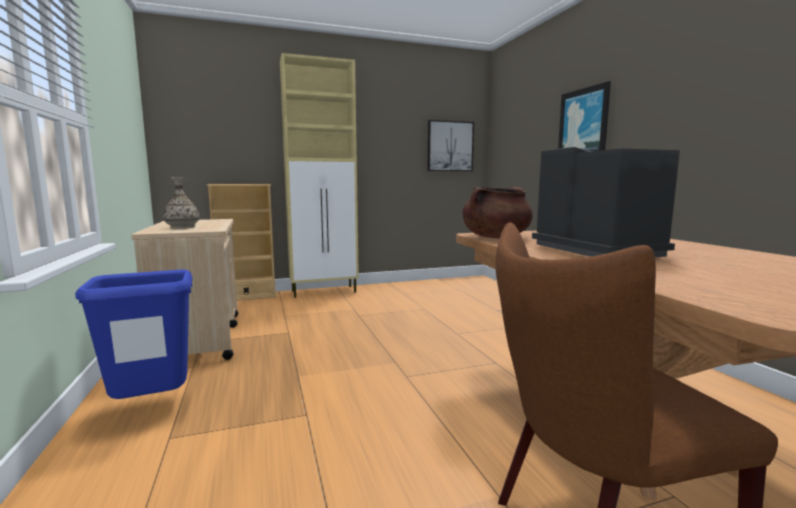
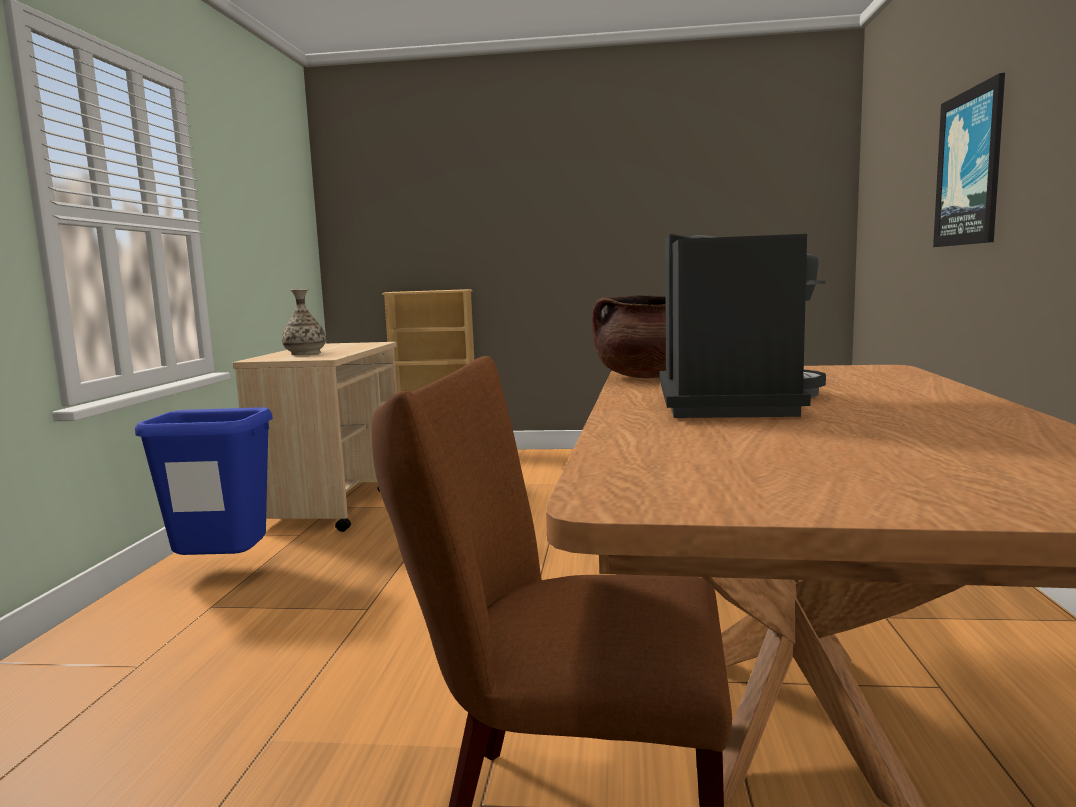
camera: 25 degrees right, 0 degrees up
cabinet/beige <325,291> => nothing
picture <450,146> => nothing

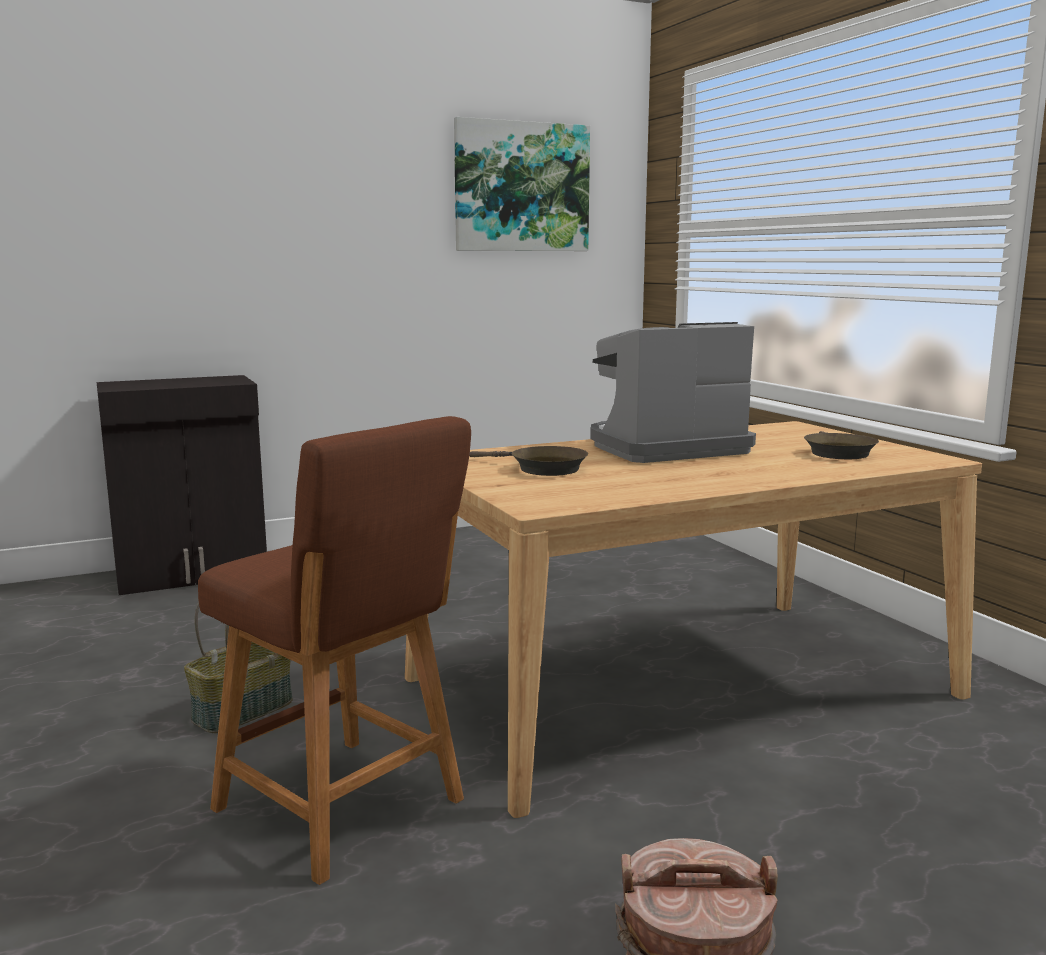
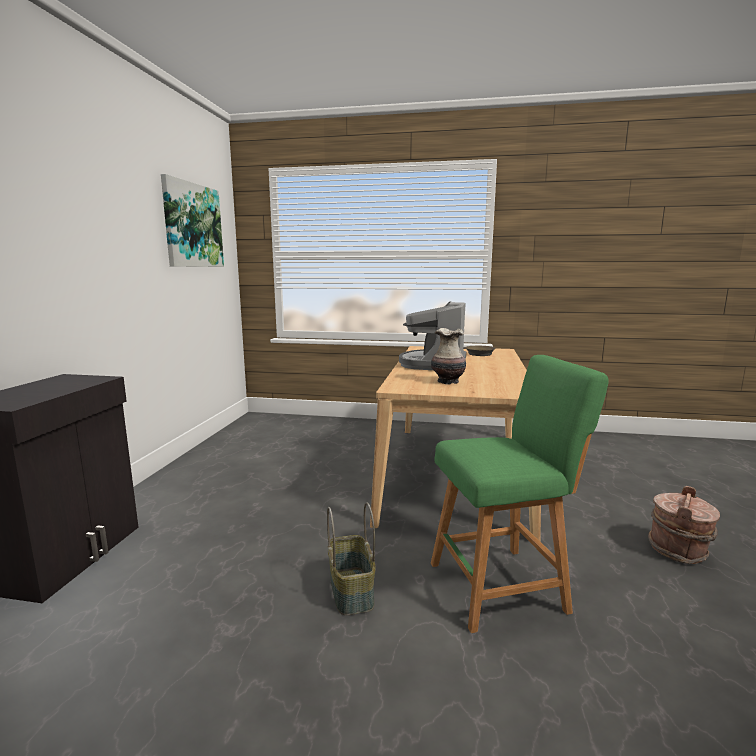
camera: 55 degrees left, 0 degrees up
stool/brown <346,809> => stool/green <502,585>
frying pan/brown <542,468> => vase <448,382>

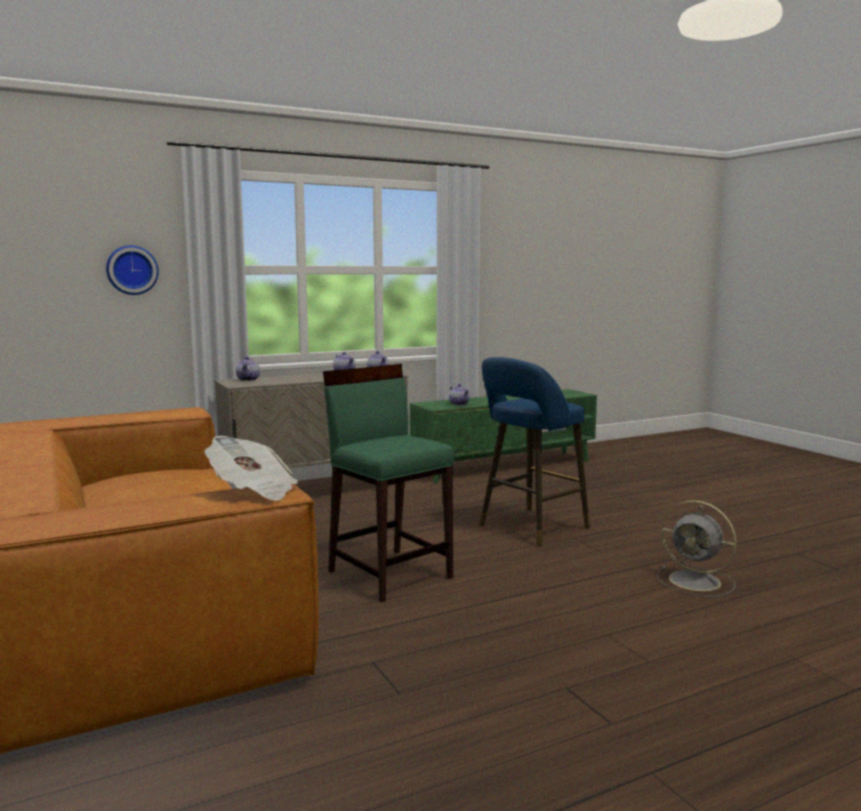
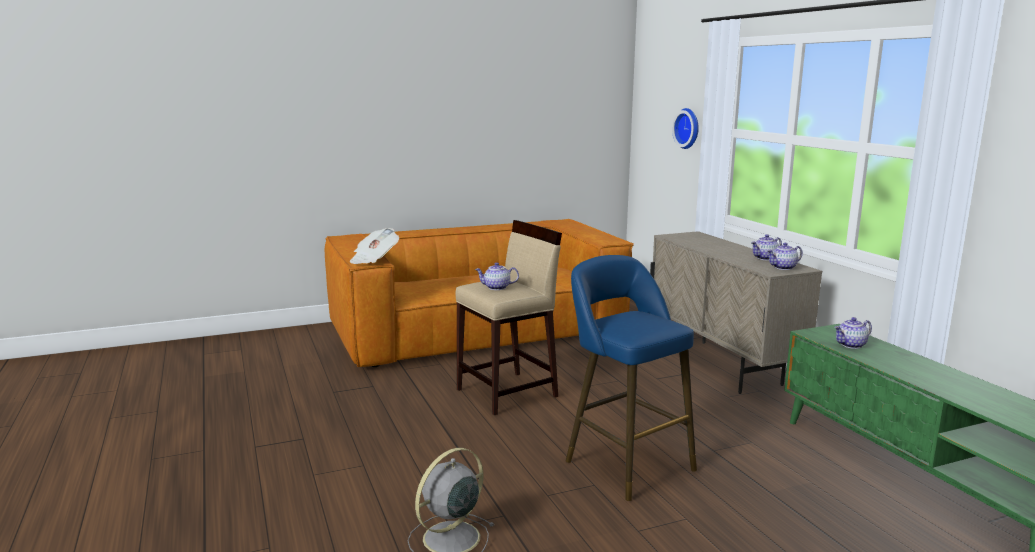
camera: 95 degrees right, 5 degrees up
teapot <248,380> => teapot <496,288>, move
stool/green <390,574> => stool/beige <508,393>

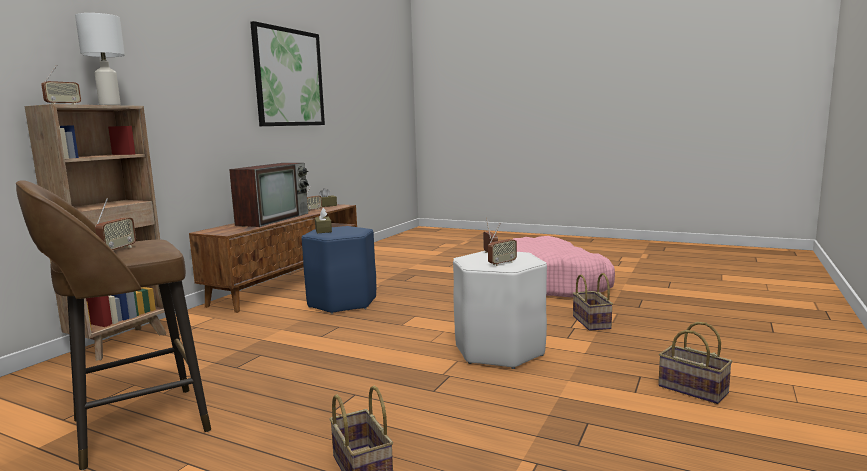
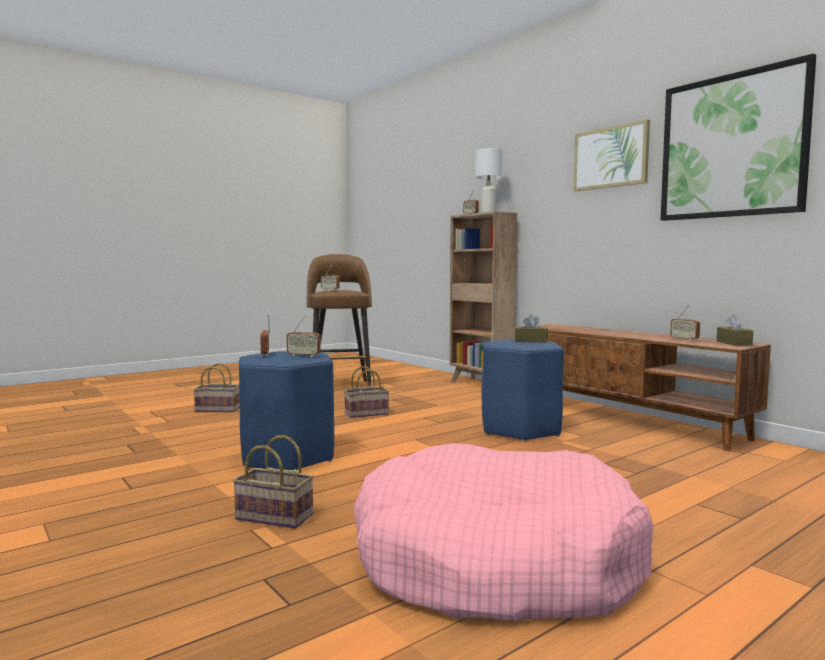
camera: 115 degrees right, 5 degrees down
television <274,219> => nothing
stool/white <499,351> => stool/blue <287,457>
basket <690,389> => basket <367,413>, move
nothing => picture <611,157>

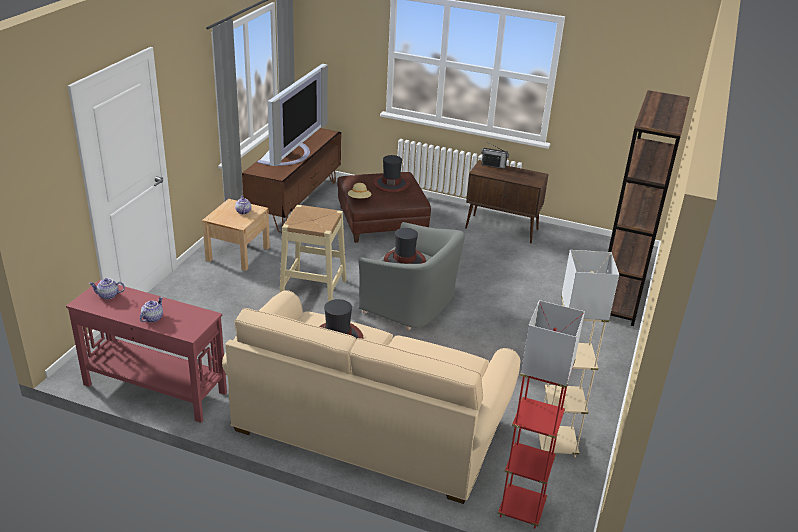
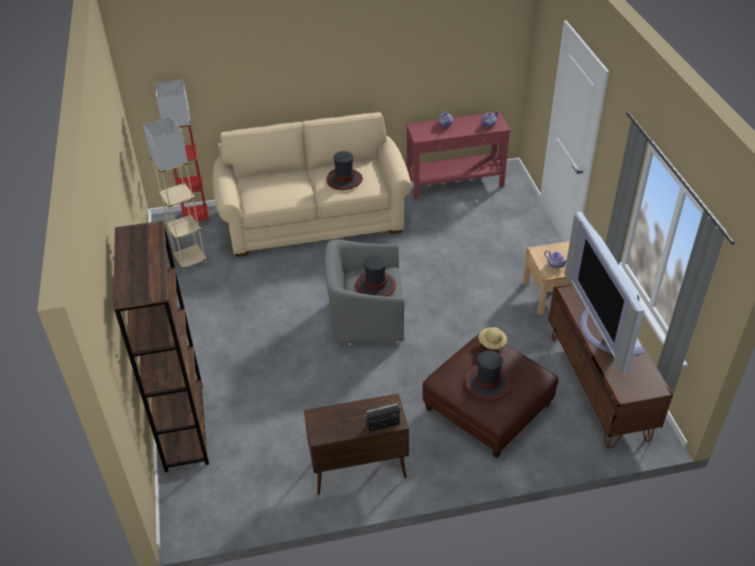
camera: 150 degrees right, 10 degrees up
stool/beige <313,290> => nothing

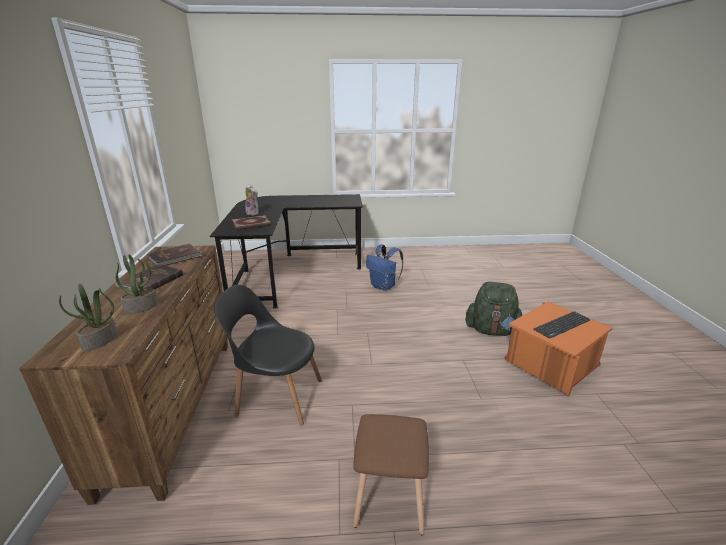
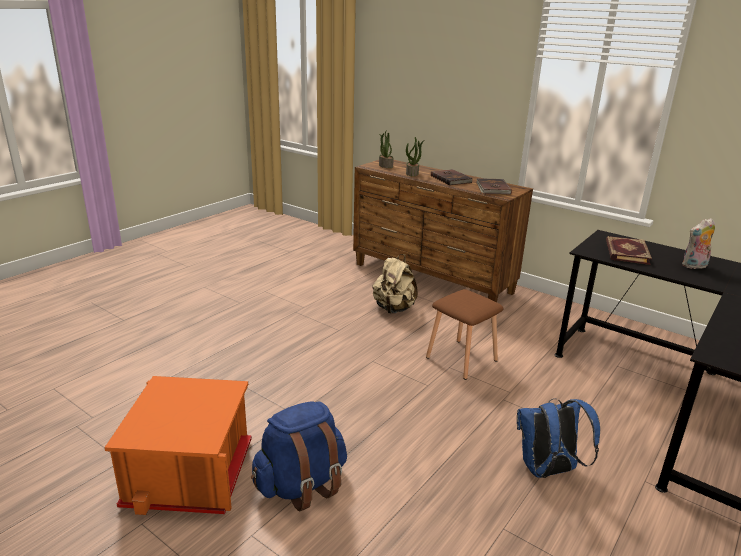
camera: 130 degrees right, 0 degrees up
chair/black <276,396> => backpack/beige <394,309>
stool/brown <388,499> => stool/brown <461,358>, move
backpack/green <492,330> => backpack/blue <301,484>
keyboard <562,325> => nothing

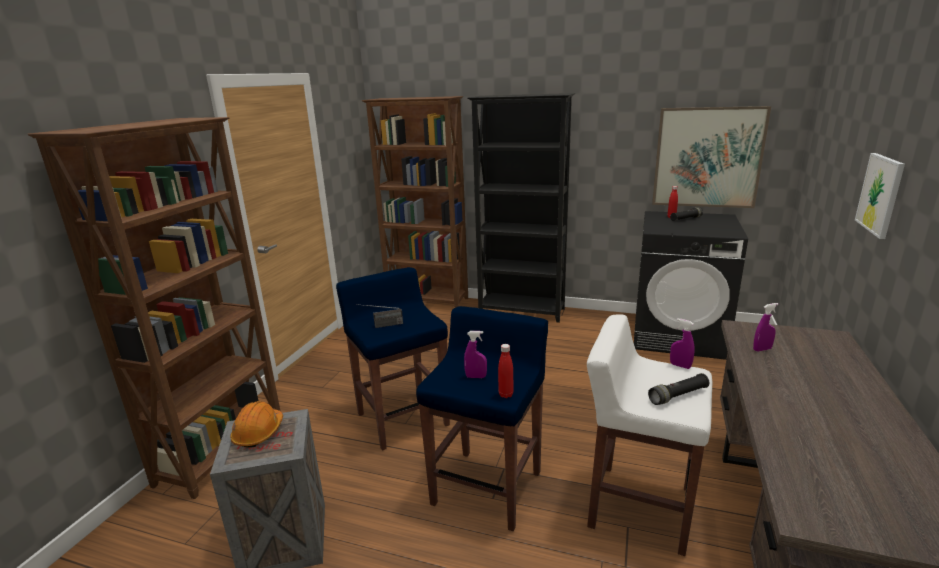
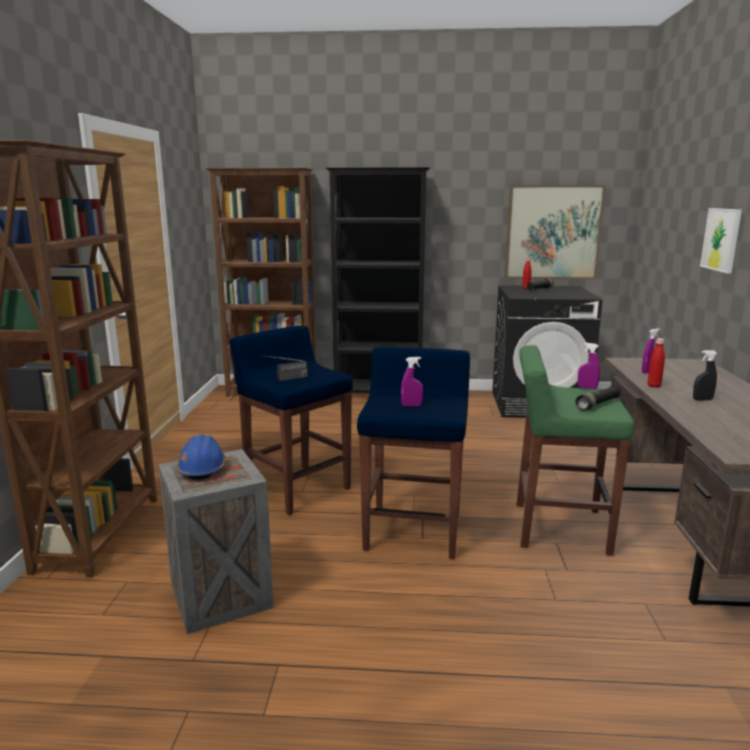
camera: 15 degrees left, 5 degrees down
hard hat/orange <258,433> => hard hat/blue <202,469>
bottle/red <506,394> => bottle/red <654,386>, move
stool/white <638,506> => stool/green <558,528>
nothing => spray bottle/black <702,399>

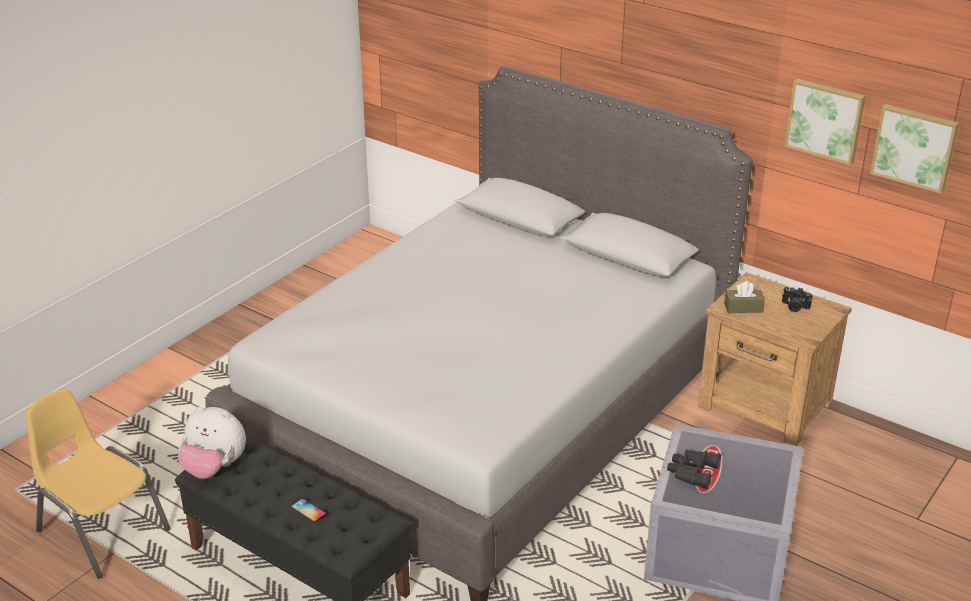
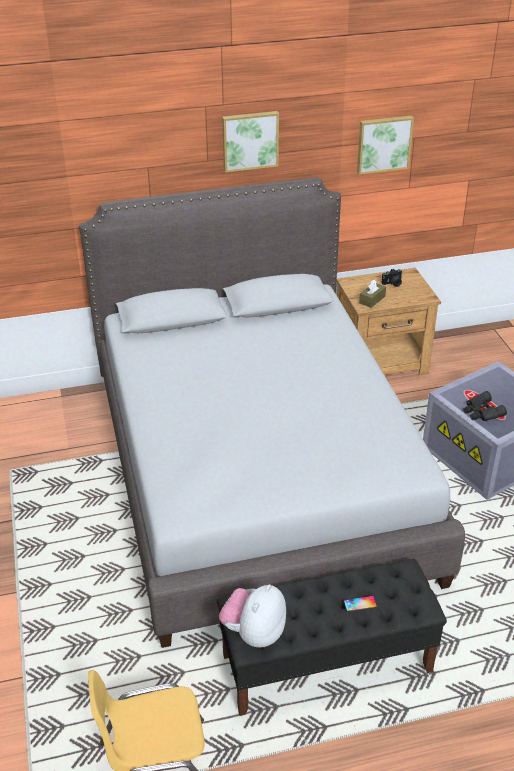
camera: 50 degrees left, 5 degrees up
plush toy <214,468> => plush toy <254,633>, 150 degrees clockwise
picture <914,147> => picture <250,140>, move

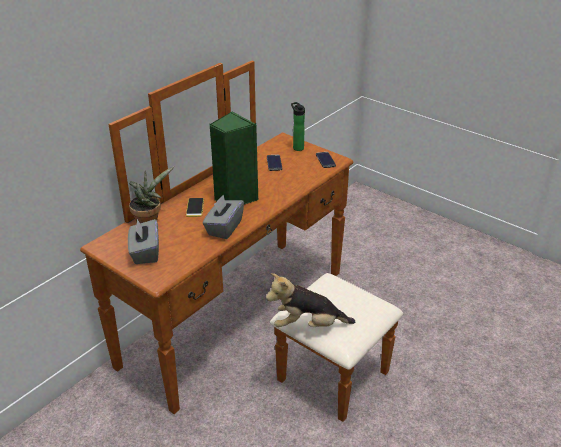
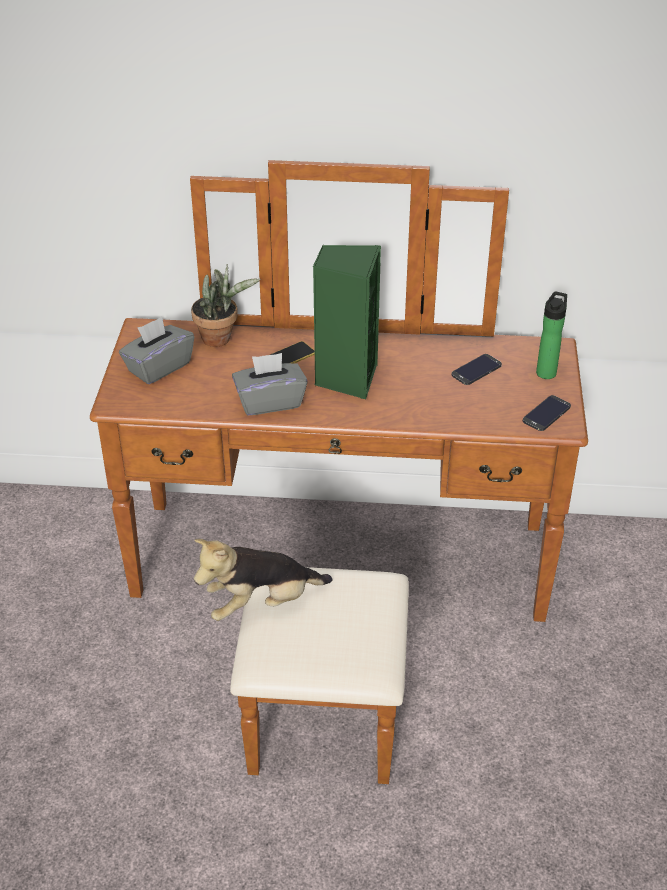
camera: 55 degrees right, 5 degrees up
plush toy <308,325> => plush toy <261,604>, 75 degrees counterclockwise

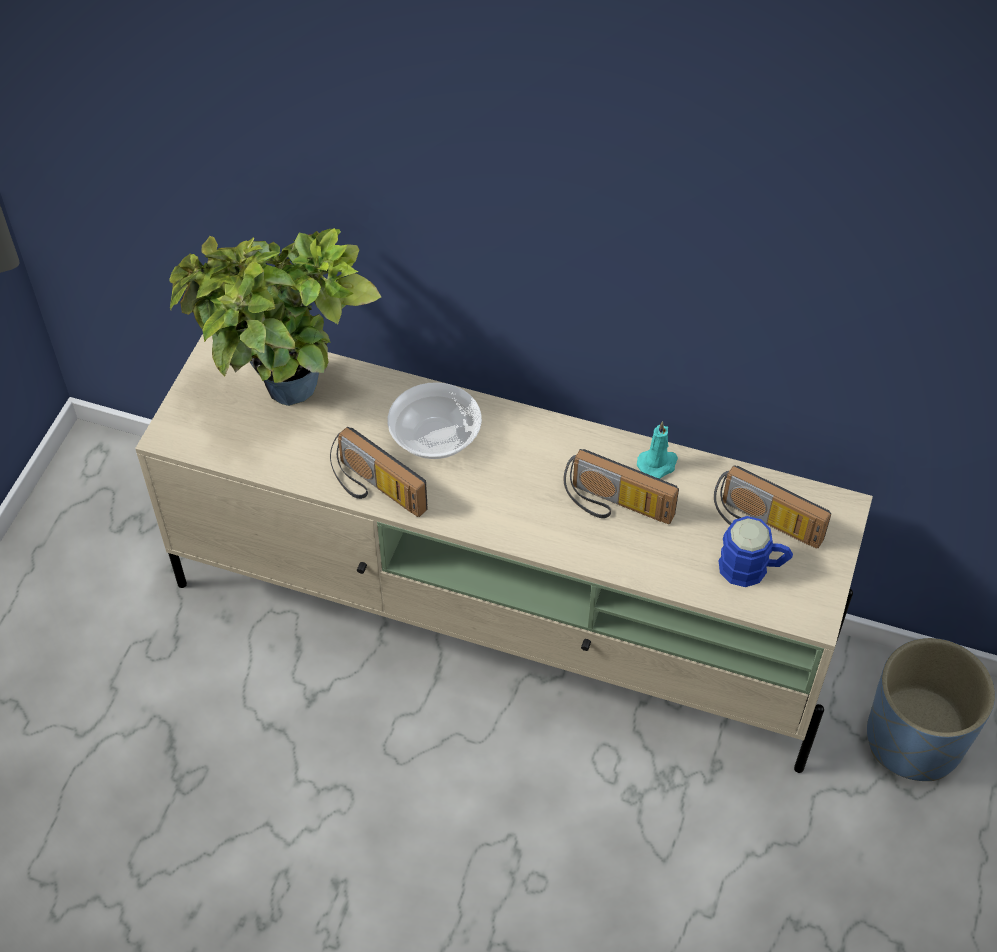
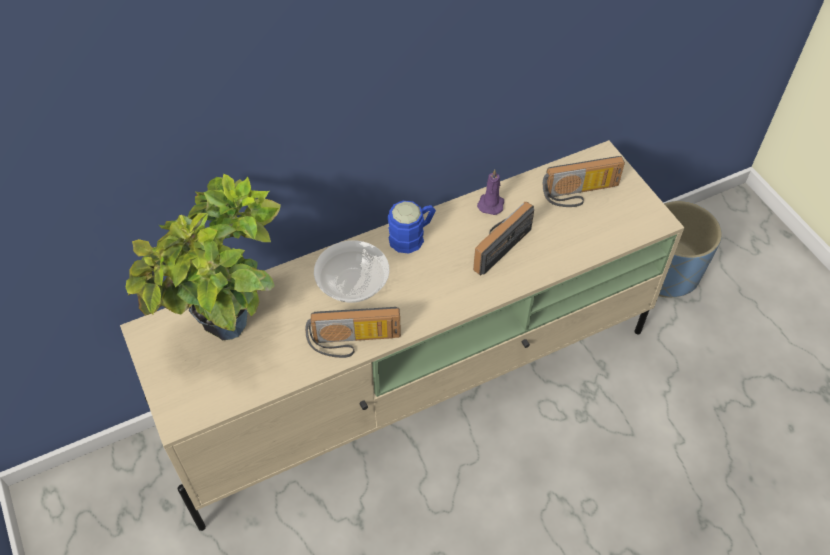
camera: 45 degrees left, 0 degrees up
radio <615,507> => radio <497,243>, 150 degrees clockwise
candle/turquoise <658,464> => candle/purple <491,203>
mug/blue <752,568> => mug/blue <412,236>, move

